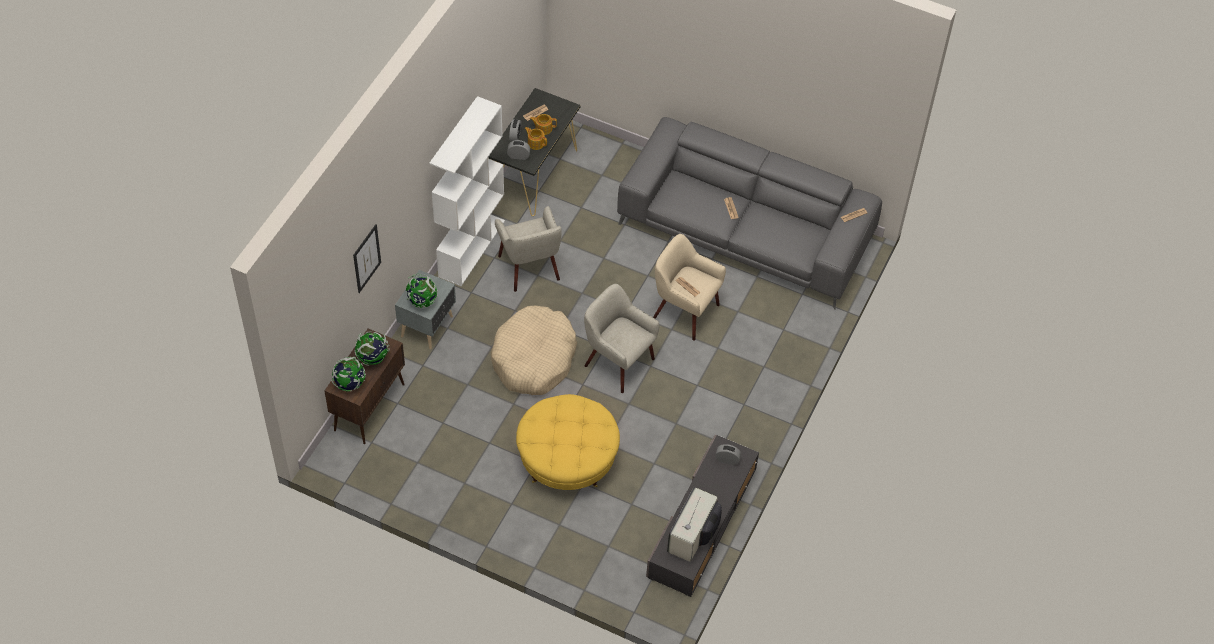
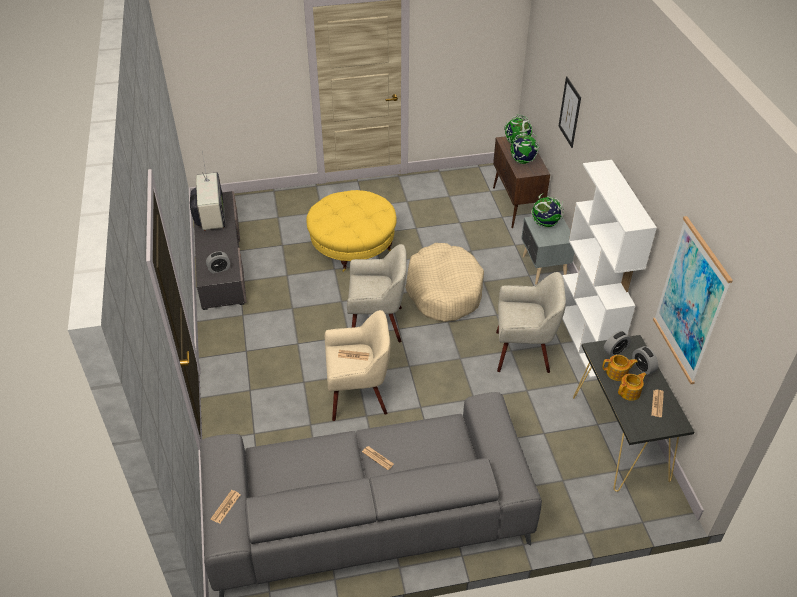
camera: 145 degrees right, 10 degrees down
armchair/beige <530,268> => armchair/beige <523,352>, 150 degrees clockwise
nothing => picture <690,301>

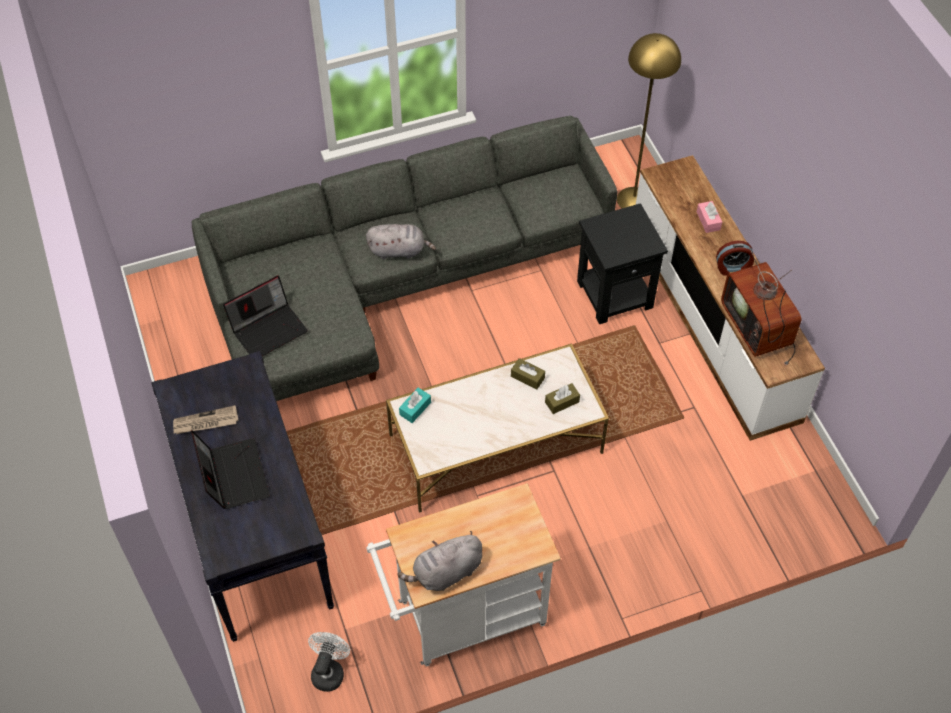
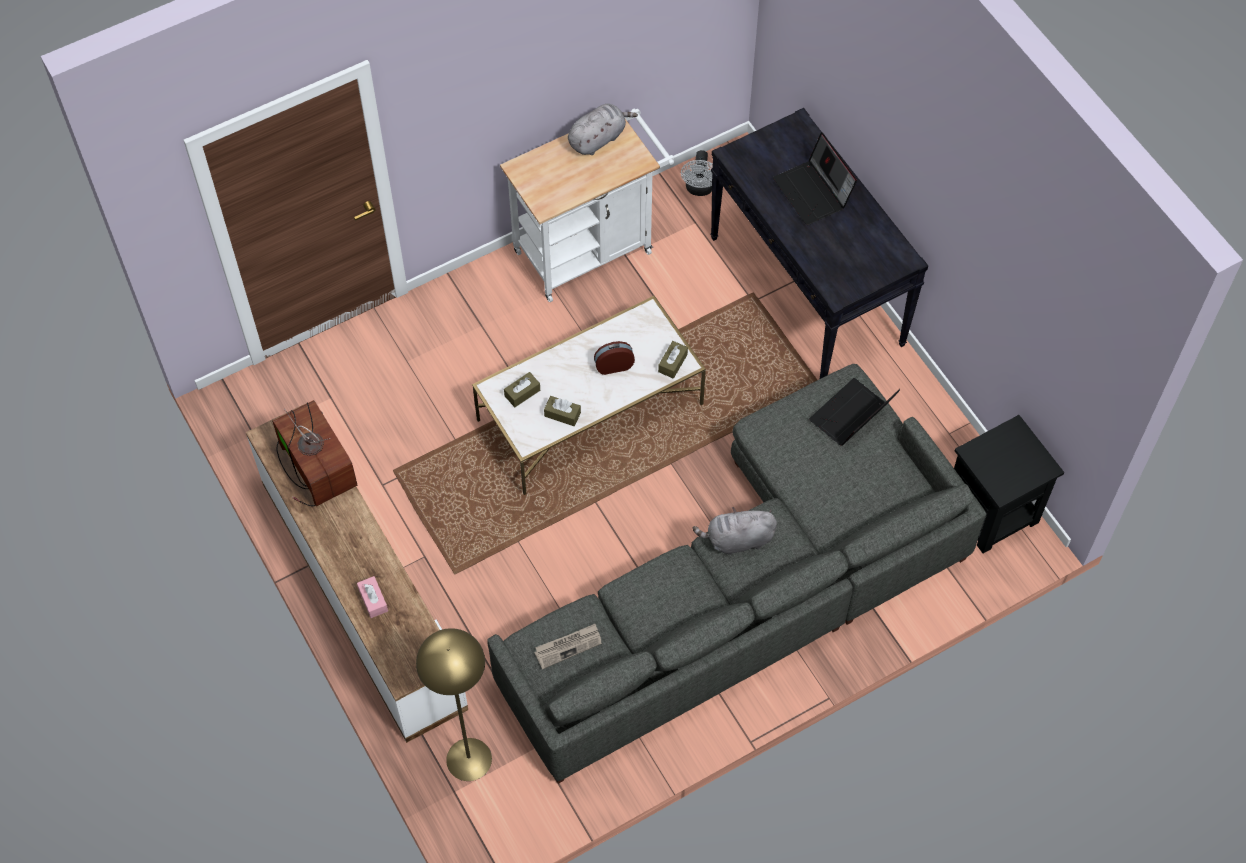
camera: 170 degrees right, 5 degrees up
newspaper <205,422> => newspaper <568,646>, move
tissue box/turquoise <415,408> => tissue box/brown <672,363>
side table/black <615,294> => side table/black <990,512>, move
alarm clock <733,268> => alarm clock <613,365>, move

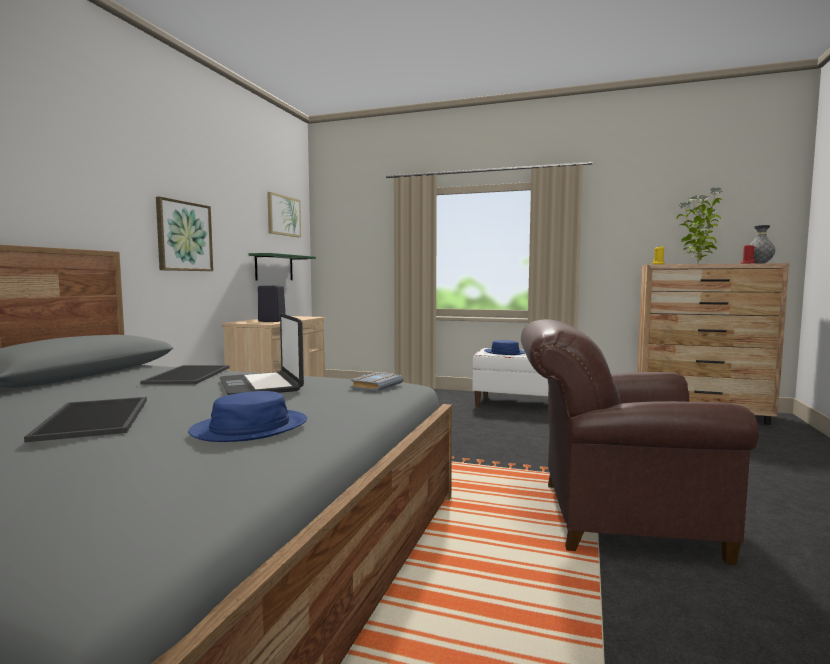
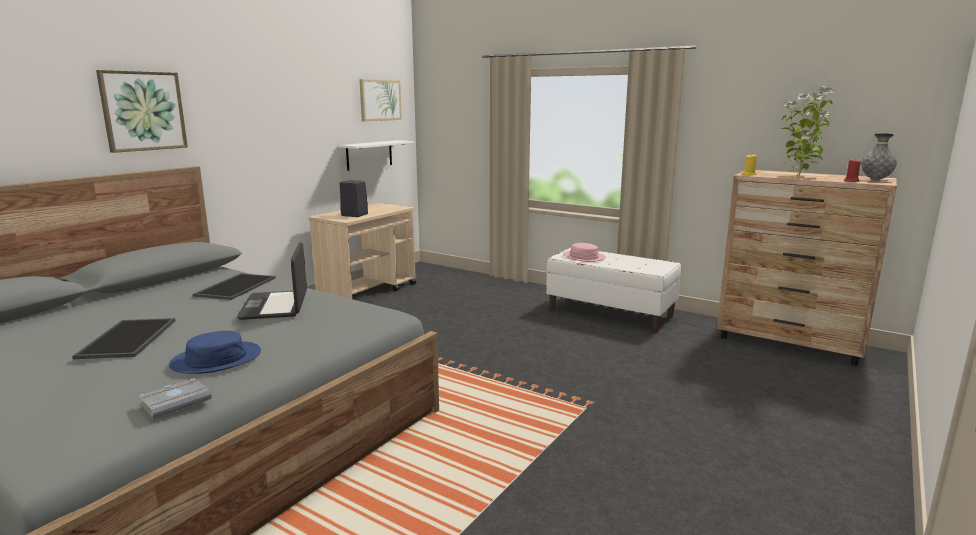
camera: 15 degrees right, 10 degrees up
picture <184,236> => picture <143,111>, move
shelf/green <274,267> => shelf/white <369,155>
book/grey <376,385> => book/grey <176,401>, move
hat/blue <505,352> => hat/pink <584,257>
armchair/brown <616,517> => nothing

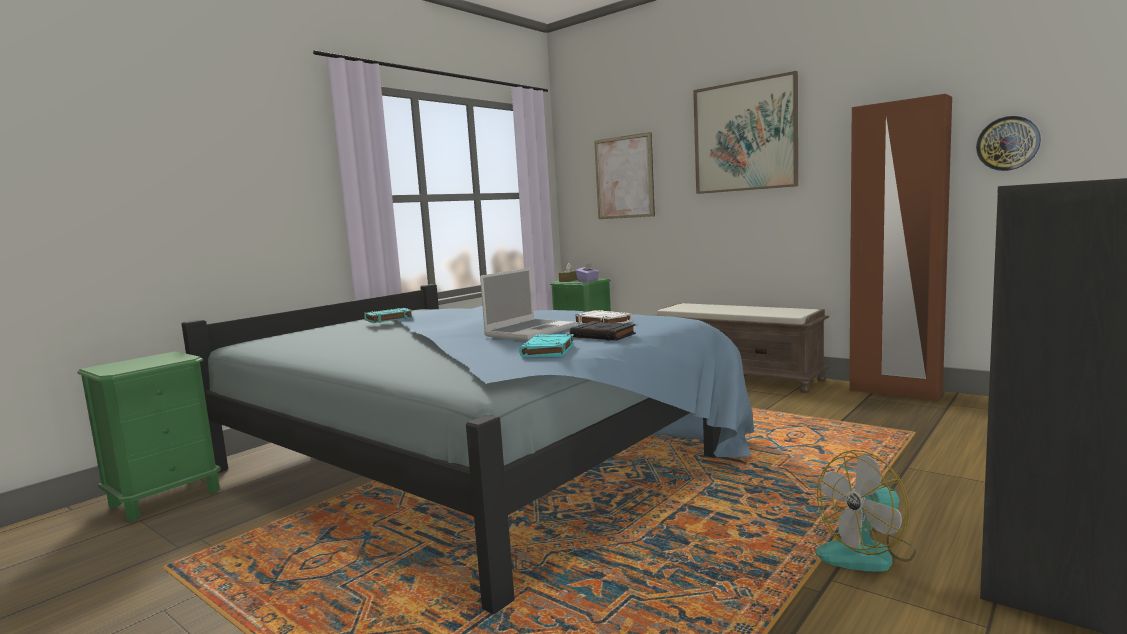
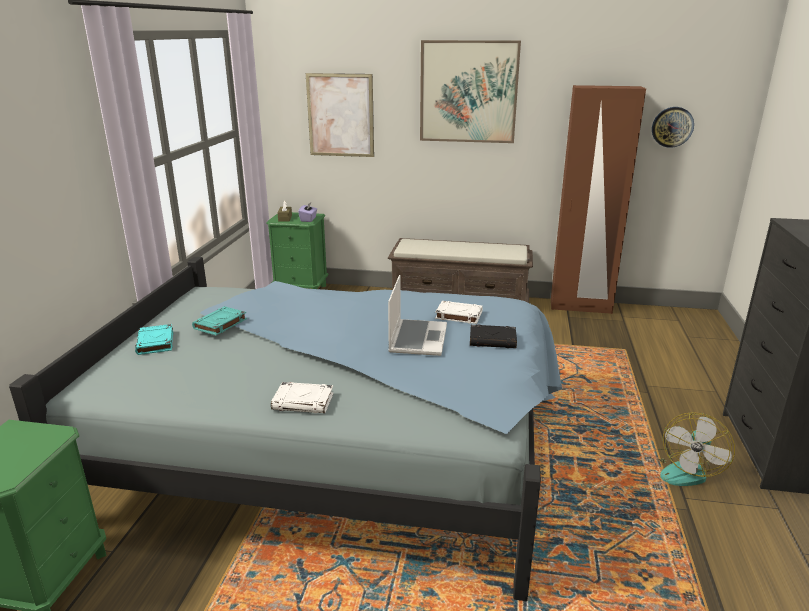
camera: 30 degrees left, 15 degrees up
book/turquoise <548,351> => book/turquoise <155,343>, move
nothing => book/white <304,402>

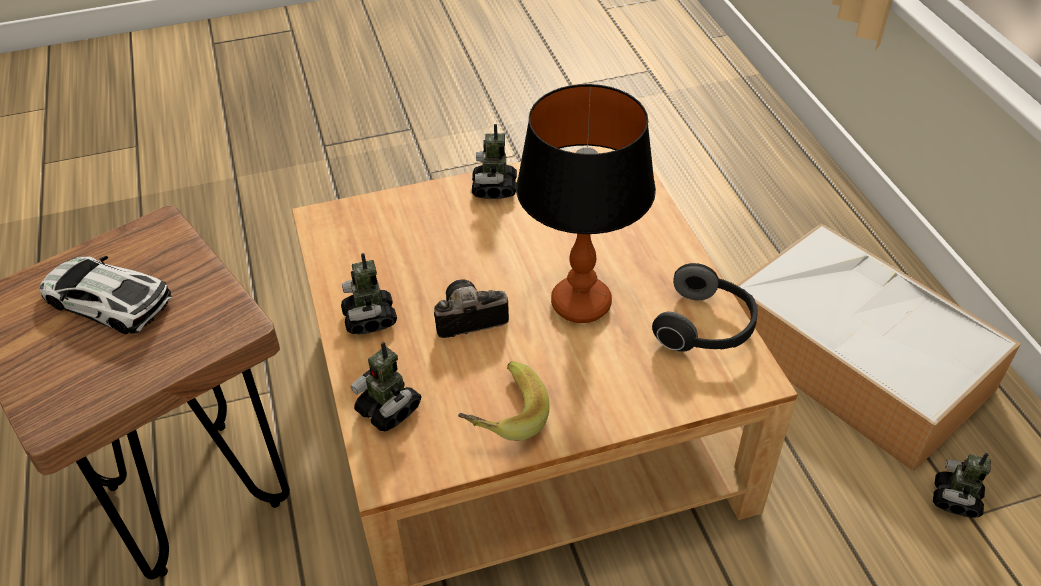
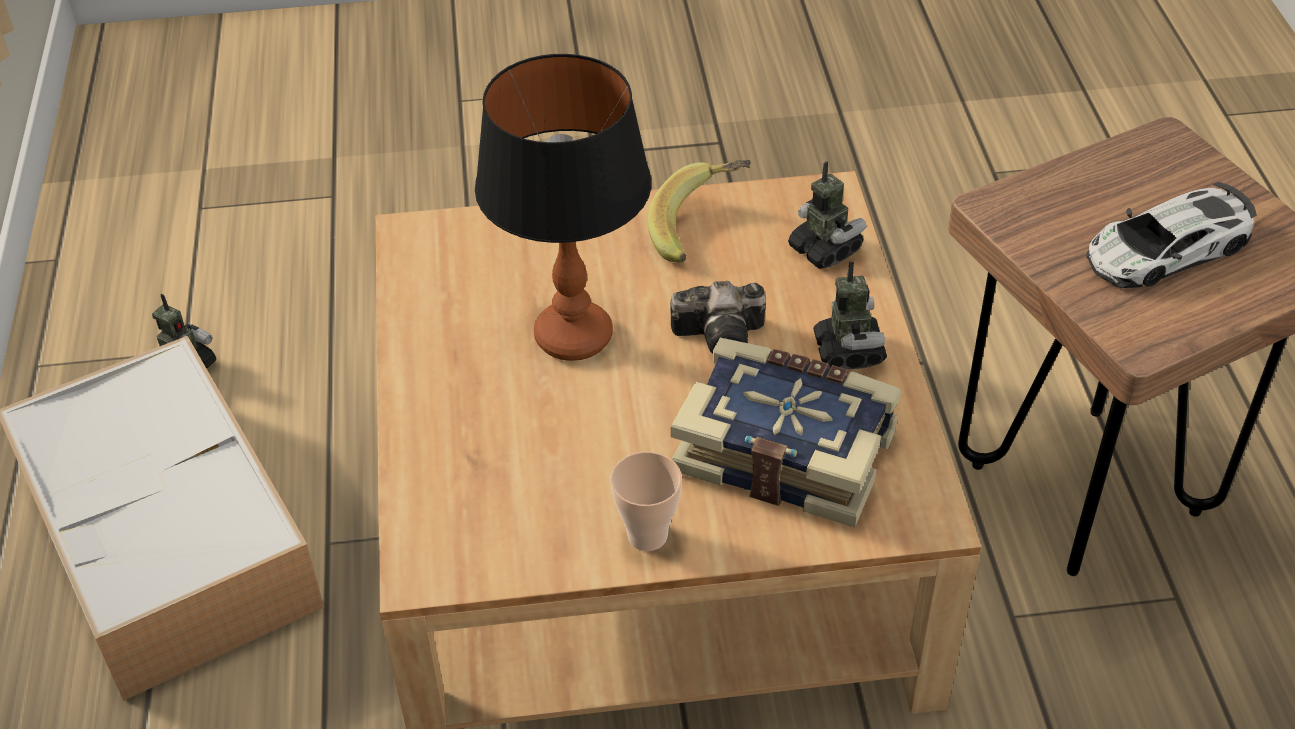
camera: 170 degrees left, 0 degrees up
toy car <107,301> => toy car <1165,250>, 120 degrees clockwise
toy robot <494,188> => cup <647,535>
headphones <706,328> => nothing
nothing => book <786,449>

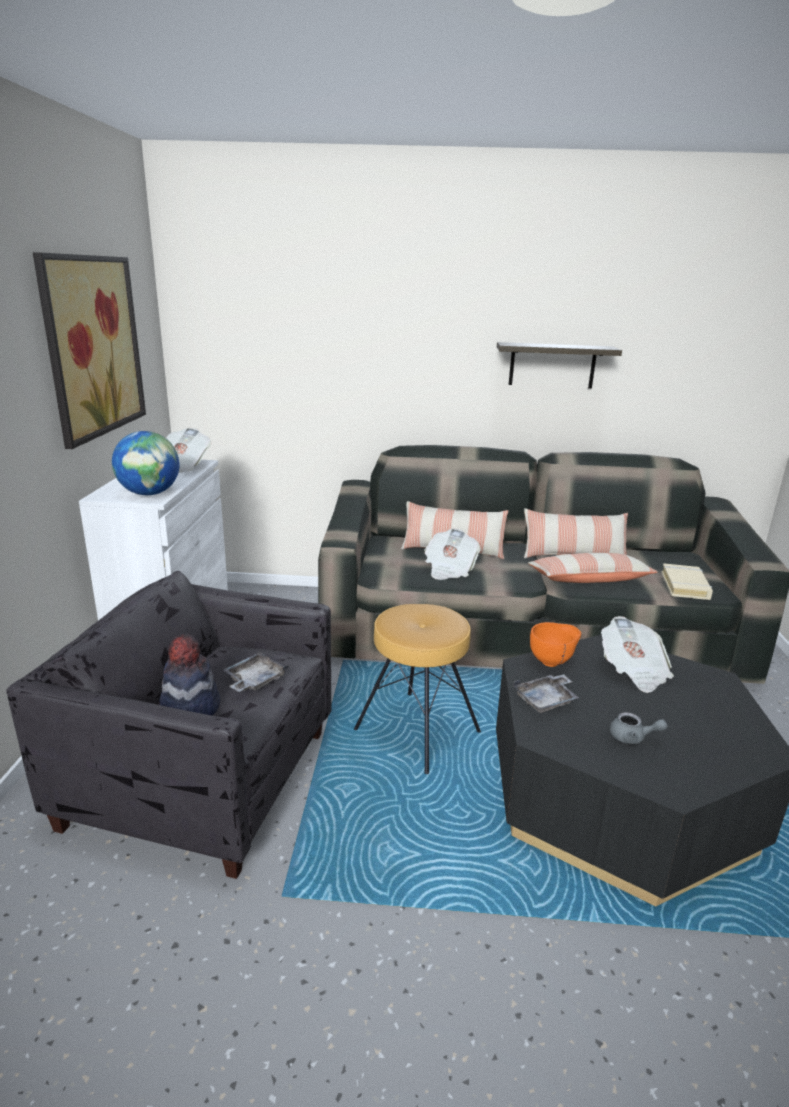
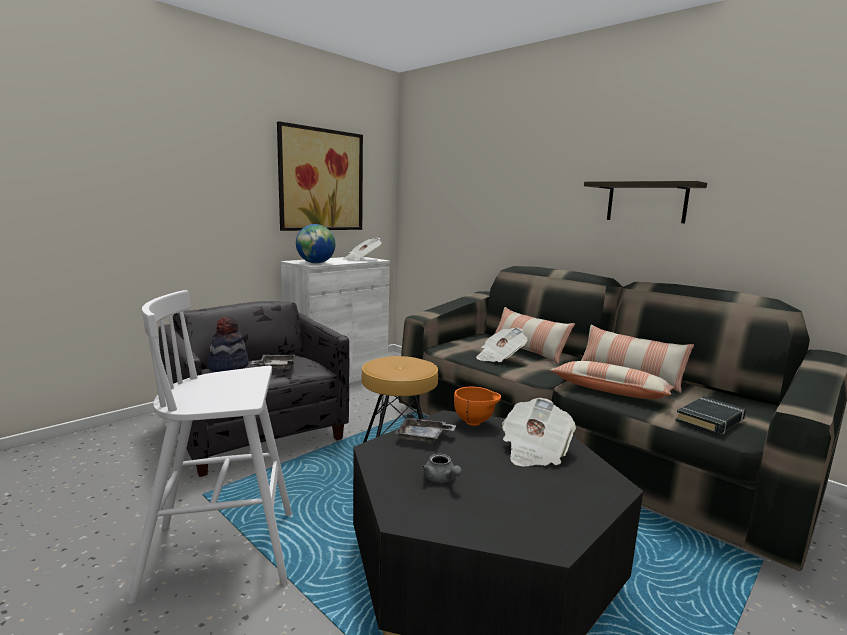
camera: 40 degrees right, 10 degrees down
book/beige <685,586> => book/black <710,420>
nothing => stool/white <224,552>

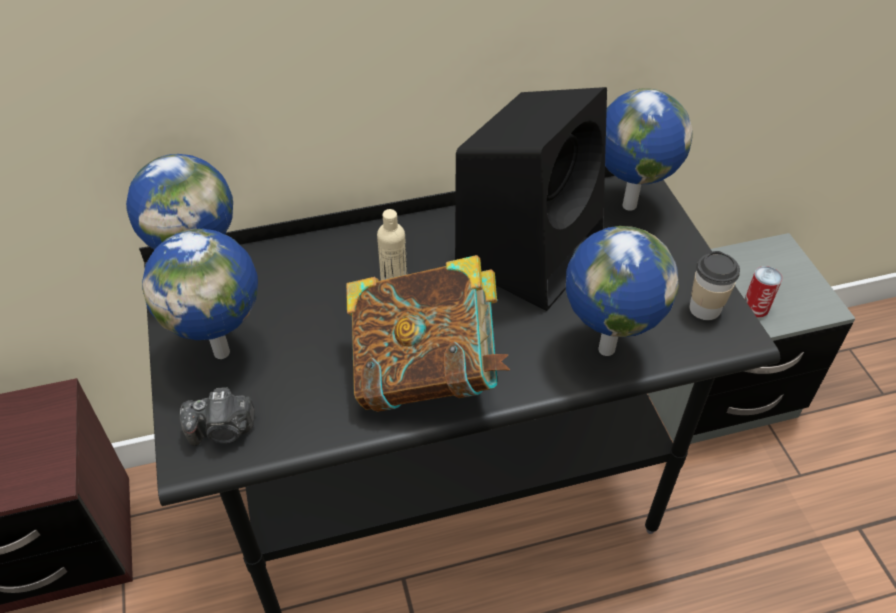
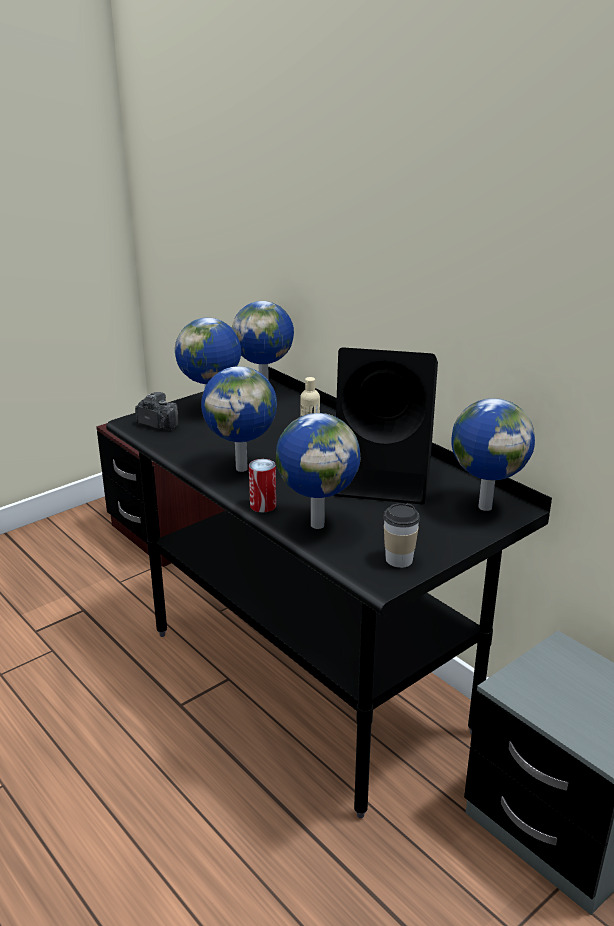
camera: 65 degrees right, 20 degrees down
photo camera <223,430> => photo camera <157,424>, 150 degrees clockwise
book <426,373> => globe <242,468>
can <755,307> => can <263,505>, move

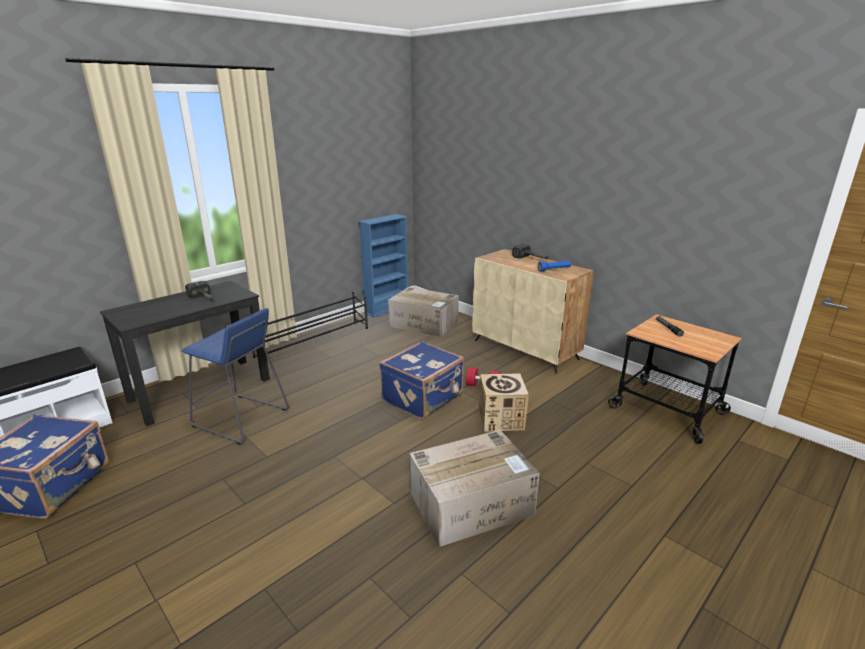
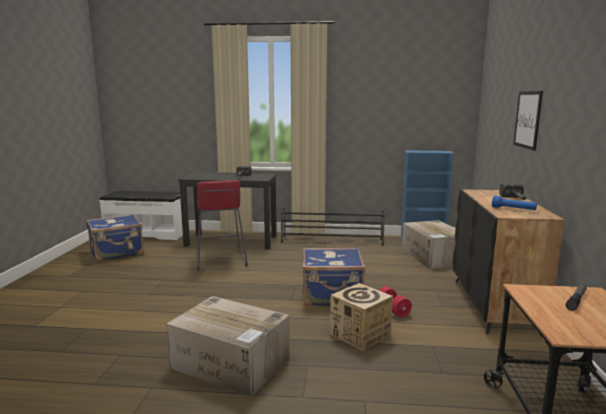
camera: 50 degrees right, 10 degrees down
stool/blue <241,418> => stool/red <220,260>
cabinet/beige <526,349> => cabinet/black <494,305>
nothing => picture <527,119>

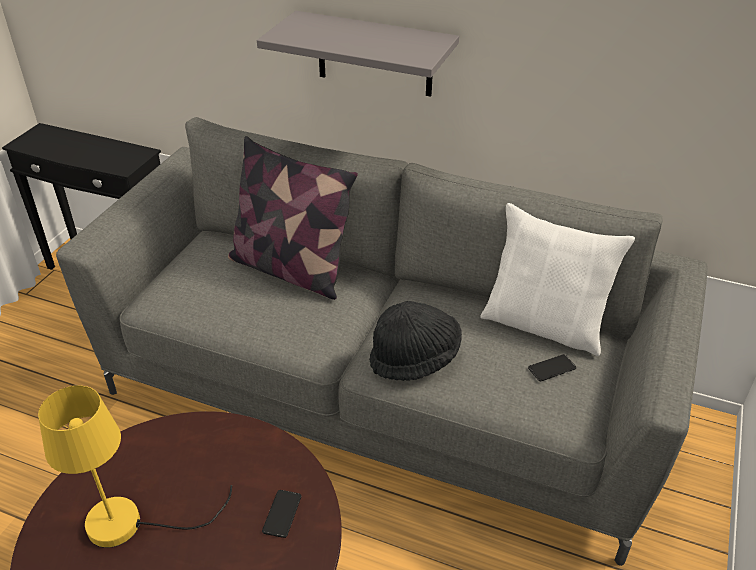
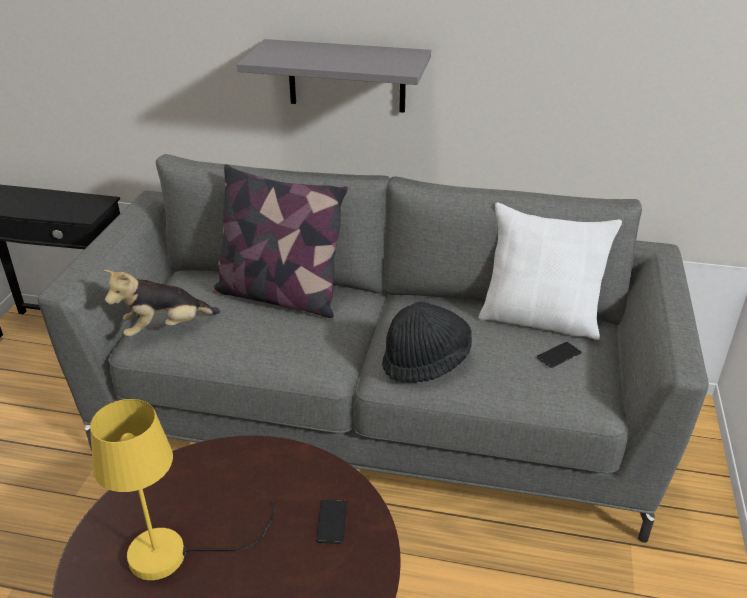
camera: 10 degrees left, 5 degrees down
nothing => plush toy <165,328>

